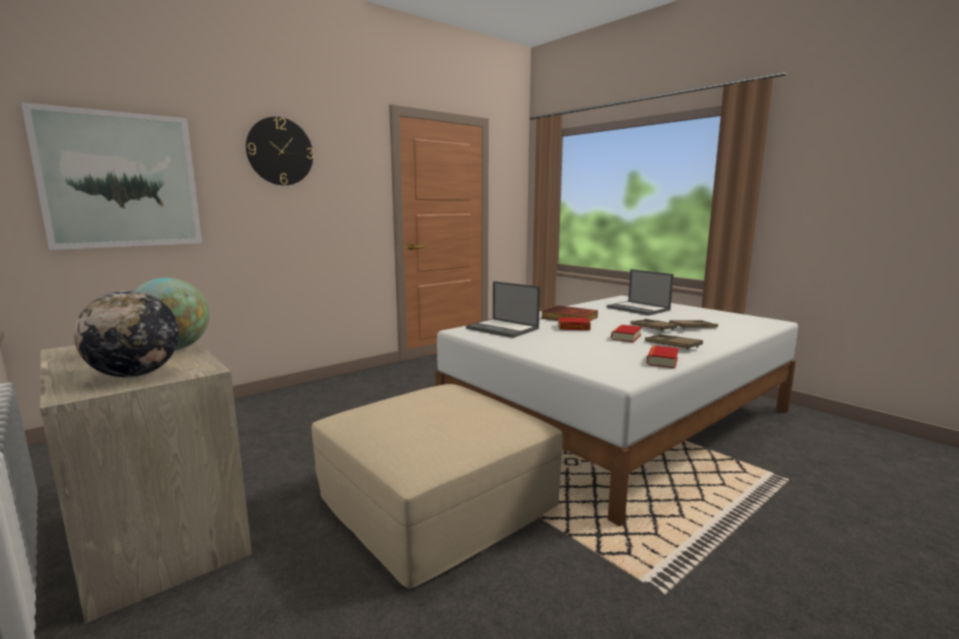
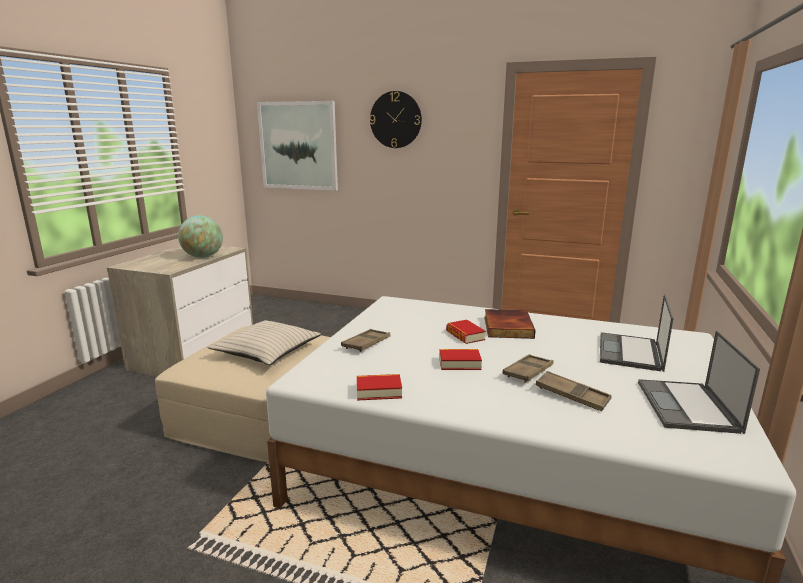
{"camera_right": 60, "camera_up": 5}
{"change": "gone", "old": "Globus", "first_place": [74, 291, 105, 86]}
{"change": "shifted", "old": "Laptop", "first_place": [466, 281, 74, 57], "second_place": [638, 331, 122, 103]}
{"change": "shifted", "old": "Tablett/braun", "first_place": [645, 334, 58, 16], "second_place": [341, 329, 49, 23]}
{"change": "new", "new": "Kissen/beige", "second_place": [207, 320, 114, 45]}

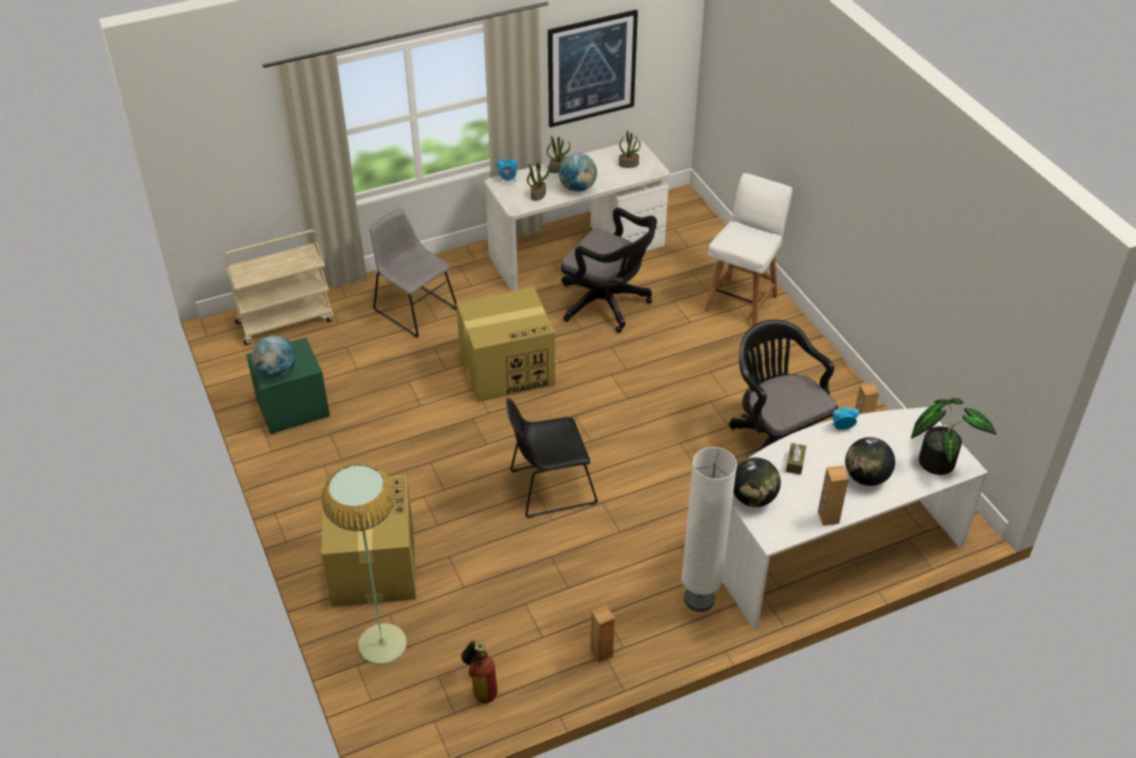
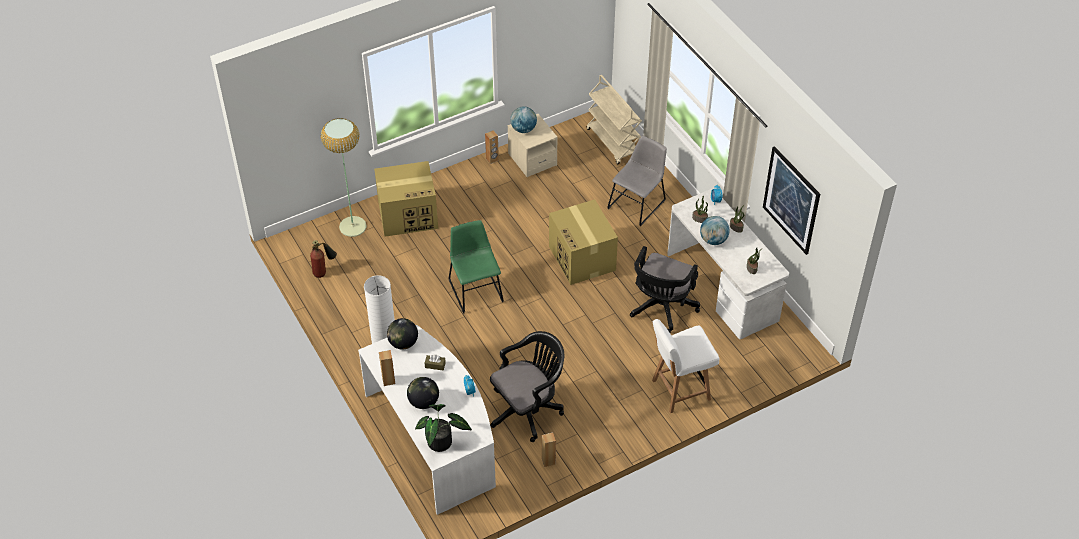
{"camera_right": 85, "camera_up": 5}
{"change": "repainted", "old": "Nachttisch/grün", "new": "Nachttisch/beige", "first_place": [246, 337, 84, 97], "second_place": [508, 114, 50, 63]}
{"change": "repainted", "old": "Stuhl/schwarz", "new": "Stuhl/grün", "first_place": [506, 398, 92, 120], "second_place": [448, 220, 56, 93]}
{"change": "shifted", "old": "Lautsprecher/braun", "first_place": [590, 605, 25, 58], "second_place": [485, 130, 14, 34]}
{"change": "rotated", "old": "Stuhl/weiß", "first_place": [704, 173, 89, 153], "second_place": [652, 319, 68, 94], "degrees": 135}

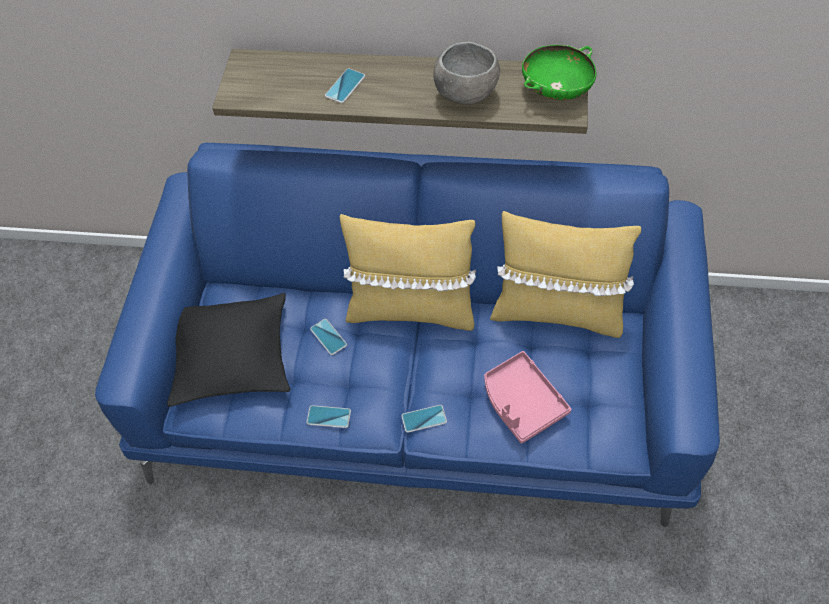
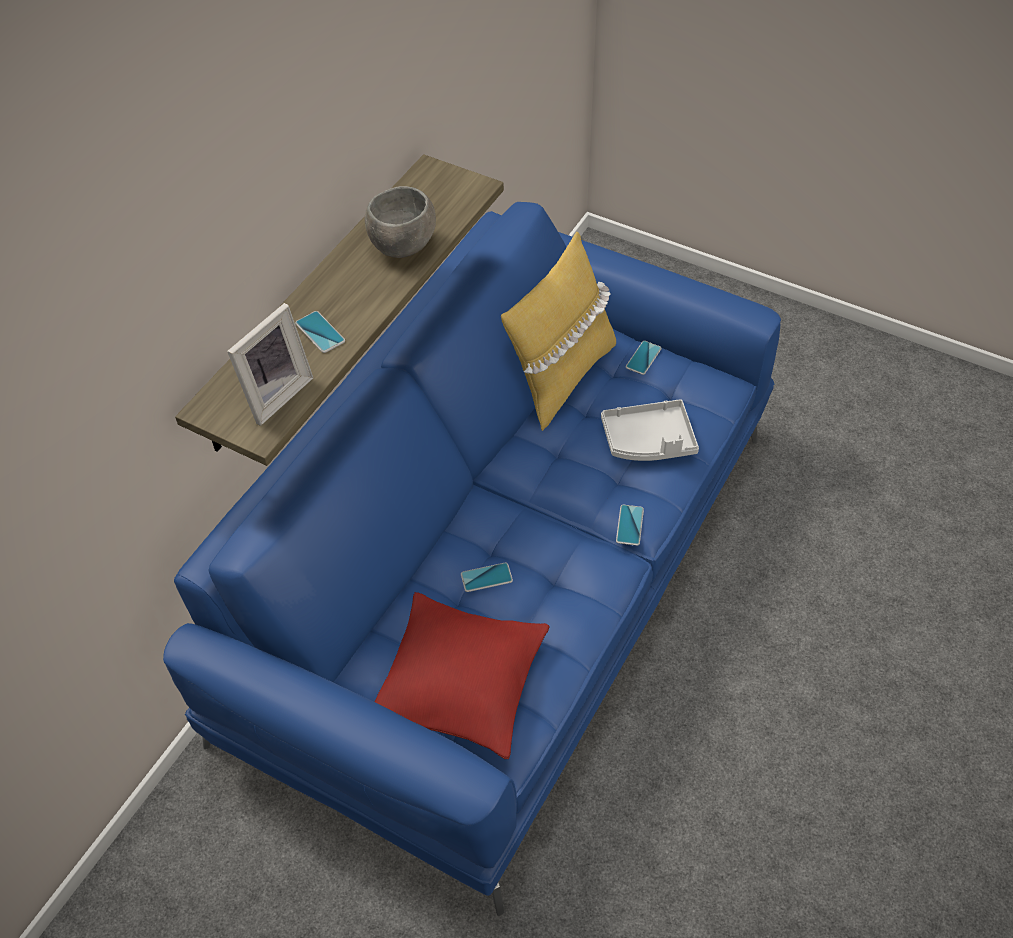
{"camera_right": -70, "camera_up": -5}
{"change": "repainted", "old": "Kissen/schwarz", "new": "Kissen/rot", "first_place": [167, 293, 124, 114], "second_place": [375, 592, 175, 167]}
{"change": "shifted", "old": "Handy", "first_place": [307, 405, 44, 23], "second_place": [626, 341, 36, 34]}
{"change": "gone", "old": "Kissen/gelb", "first_place": [340, 214, 136, 117]}
{"change": "repainted", "old": "Tablett/rosa", "new": "Tablett/grau", "first_place": [484, 351, 87, 93], "second_place": [601, 399, 98, 62]}
{"change": "gone", "old": "Schüssel/grün", "first_place": [522, 45, 74, 55]}
{"change": "new", "new": "Bilderrahmen", "second_place": [227, 303, 86, 123]}

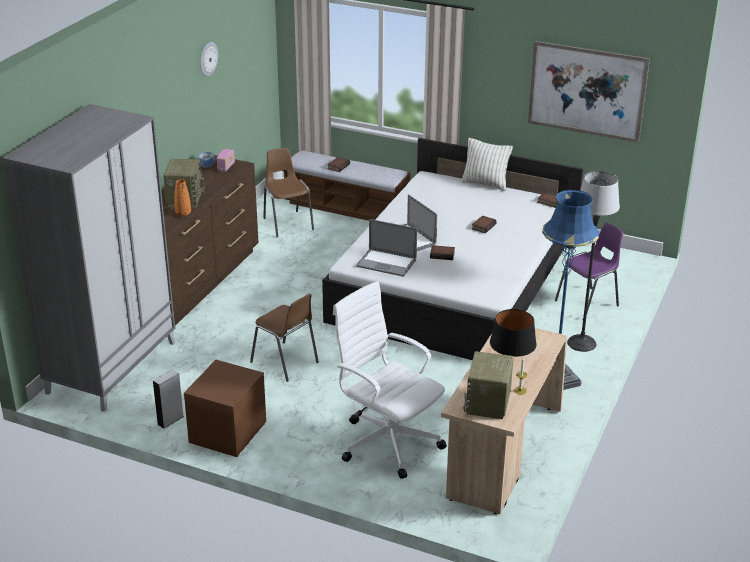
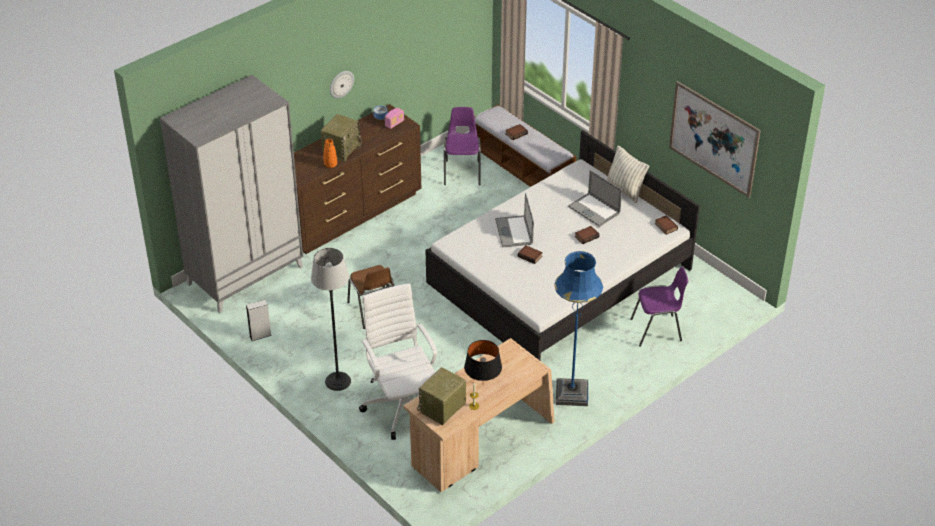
{"camera_right": 25, "camera_up": 10}
{"change": "gone", "old": "Nachttisch/braun", "first_place": [184, 360, 82, 97]}
{"change": "shifted", "old": "Wanduhr", "first_place": [200, 42, 18, 34], "second_place": [330, 71, 24, 27]}
{"change": "repainted", "old": "Stuhl/braun", "new": "Stuhl/lila", "first_place": [263, 148, 51, 89], "second_place": [444, 107, 37, 78]}
{"change": "shifted", "old": "Laptop", "first_place": [356, 219, 61, 58], "second_place": [568, 170, 54, 57]}
{"change": "shifted", "old": "Stehlampe", "first_place": [567, 171, 53, 181], "second_place": [311, 248, 40, 143]}

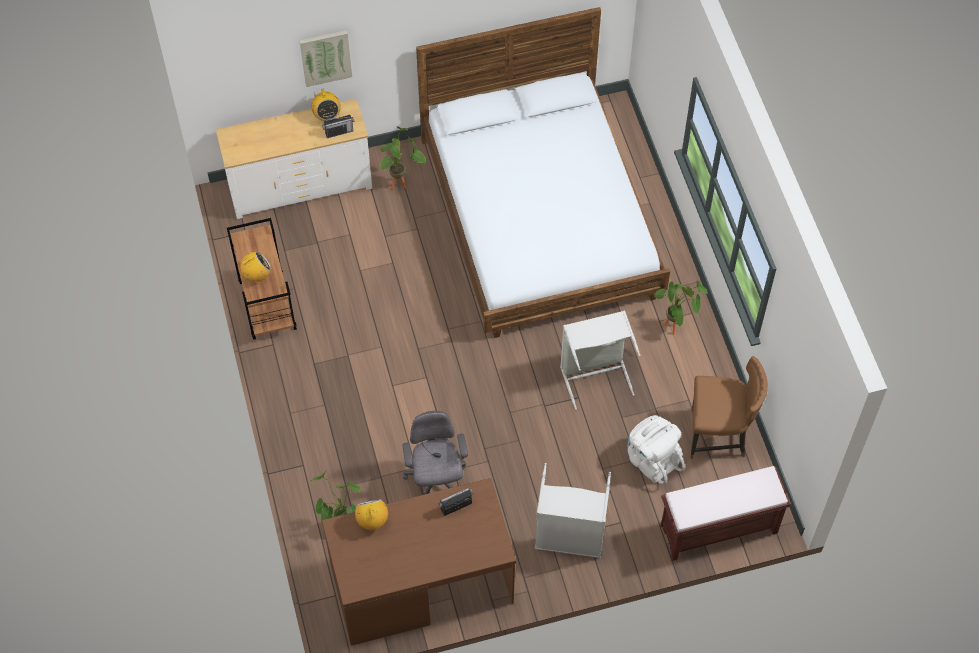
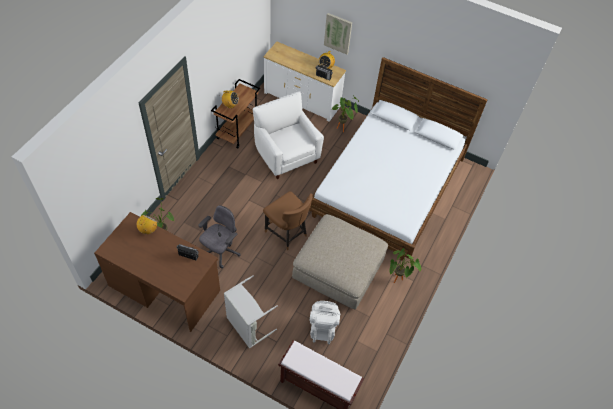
{"camera_right": 40, "camera_up": -5}
{"change": "swapped", "old": "Wäschekorb/grau", "new": "Polsterhocker/beige", "first_place": [560, 311, 80, 99], "second_place": [292, 214, 96, 95]}
{"change": "shifted", "old": "Stuhl/braun", "first_place": [690, 356, 78, 103], "second_place": [263, 191, 50, 59]}
{"change": "new", "new": "Sessel/weiß", "second_place": [253, 91, 71, 88]}

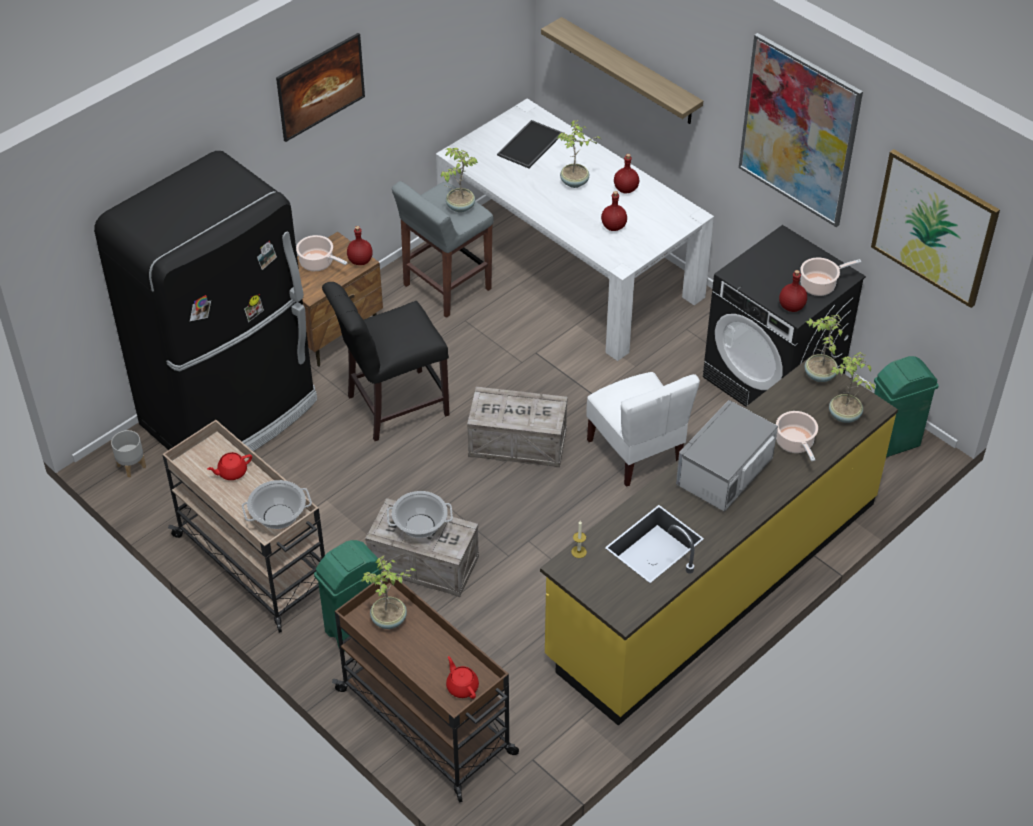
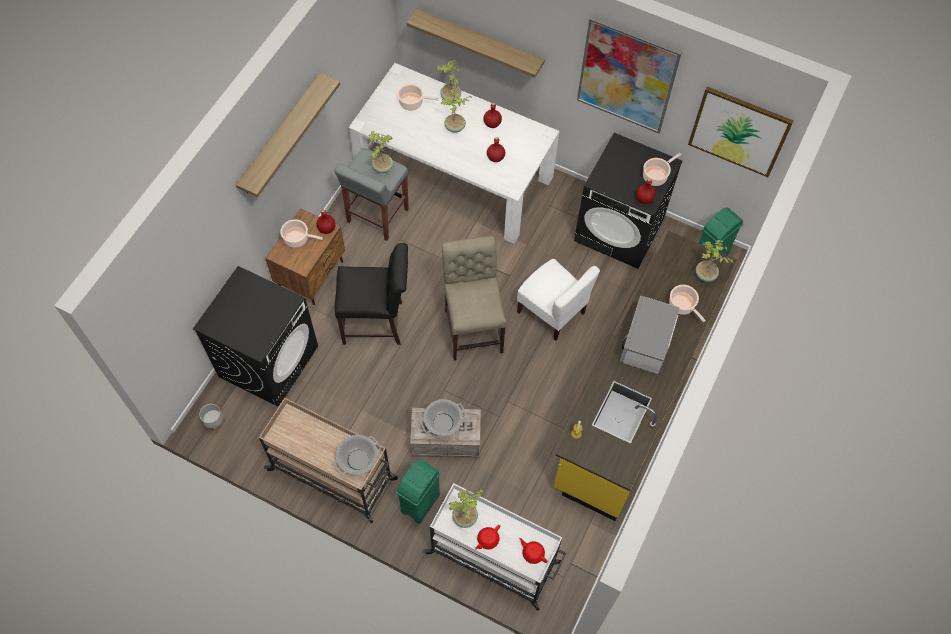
{"camera_right": -20, "camera_up": 15}
{"change": "swapped", "old": "Kühlschrank/schwarz", "new": "Waschmaschine/schwarz", "first_place": [94, 151, 223, 300], "second_place": [193, 266, 125, 141]}
{"change": "shifted", "old": "Teekanne/rot", "first_place": [207, 452, 45, 28], "second_place": [475, 525, 26, 25]}
{"change": "swapped", "old": "Bild", "new": "Wandregal", "first_place": [276, 33, 89, 109], "second_place": [236, 73, 104, 124]}
{"change": "rotated", "old": "Stuhl/schwarz", "first_place": [322, 282, 127, 159], "second_place": [335, 243, 73, 102], "degrees": -135}
{"change": "repainted", "old": "Rollwagen/braun", "new": "Rollwagen/weiß", "first_place": [332, 575, 187, 227], "second_place": [424, 483, 142, 128]}
{"change": "swapped", "old": "Kiste", "new": "Stuhl/beige", "first_place": [467, 387, 101, 81], "second_place": [442, 236, 65, 124]}
{"change": "swapped", "old": "Tablett", "new": "Kochtopf", "first_place": [497, 120, 66, 48], "second_place": [398, 84, 41, 27]}
{"change": "shifted", "old": "Topfpflanze", "first_place": [805, 315, 38, 67], "second_place": [436, 60, 25, 41]}

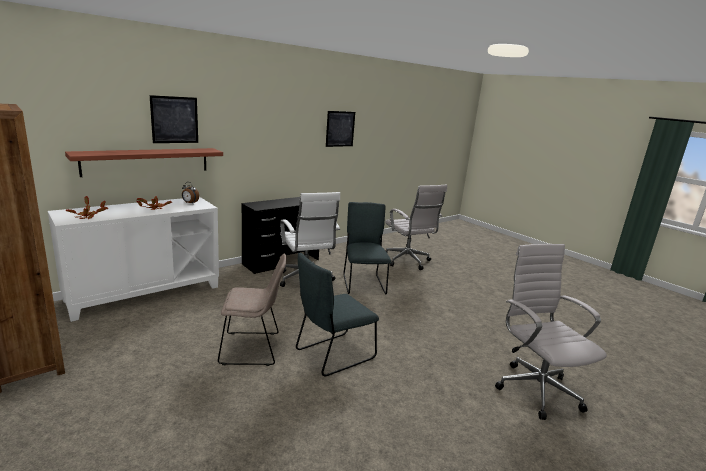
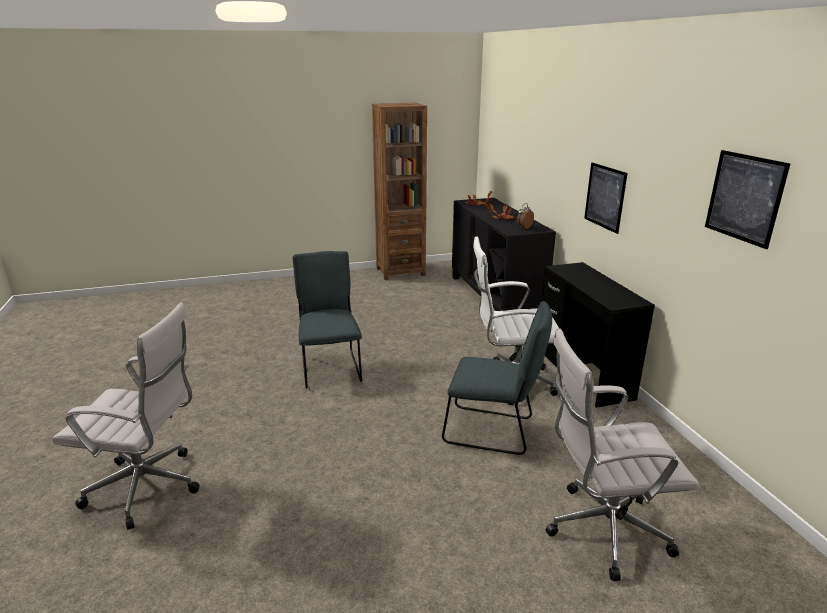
{"camera_right": 115, "camera_up": 5}
{"change": "repainted", "old": "Schrank/weiß", "new": "Schrank/schwarz", "first_place": [48, 197, 171, 125], "second_place": [452, 198, 104, 113]}
{"change": "gone", "old": "Wandregal", "first_place": [65, 148, 158, 29]}
{"change": "shifted", "old": "Bild", "first_place": [150, 95, 48, 48], "second_place": [584, 163, 43, 71]}
{"change": "gone", "old": "Stuhl/beige", "first_place": [218, 254, 69, 112]}

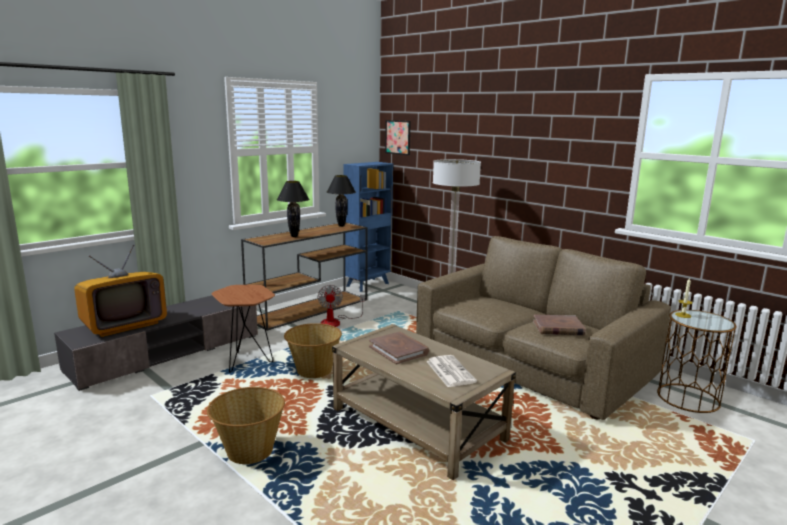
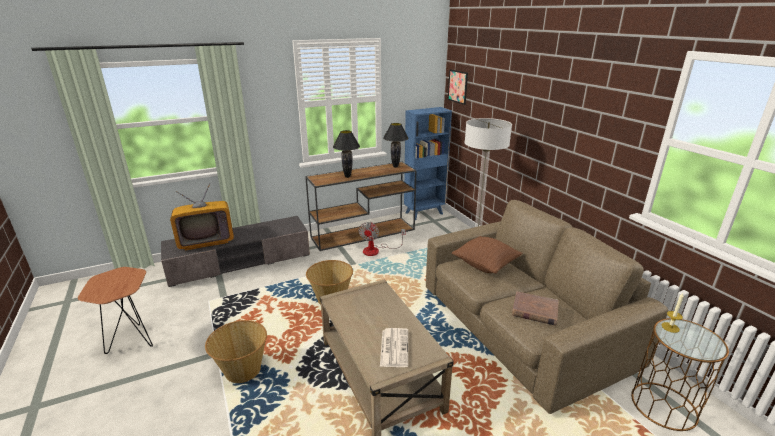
{"camera_right": 20, "camera_up": 10}
{"change": "shifted", "old": "Beistelltisch/braun", "first_place": [212, 284, 63, 89], "second_place": [78, 267, 75, 87]}
{"change": "gone", "old": "Buch/braun", "first_place": [369, 332, 60, 33]}
{"change": "new", "new": "Kissen/braun", "second_place": [452, 236, 70, 38]}

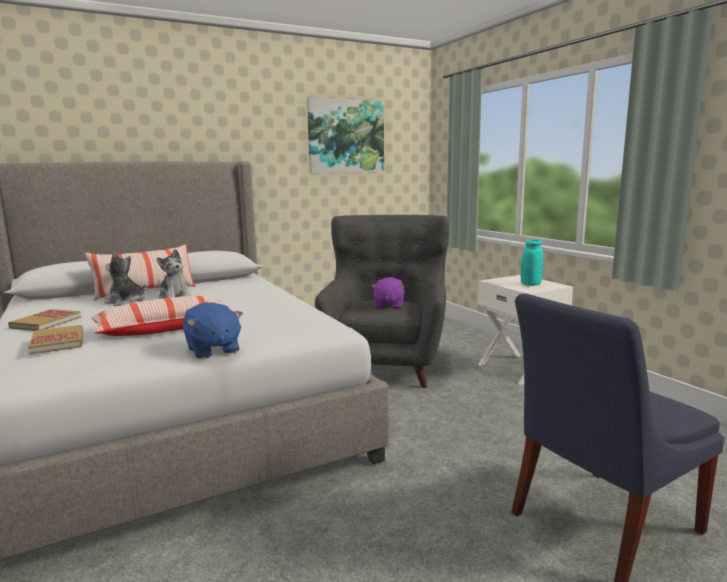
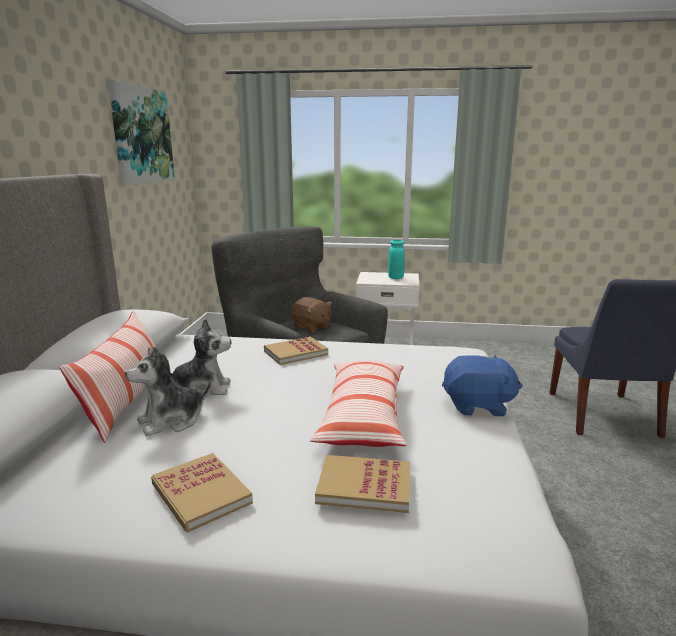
{"camera_right": -55, "camera_up": 5}
{"change": "repainted", "old": "Plüschtier/lila", "new": "Plüschtier/braun", "first_place": [372, 277, 33, 32], "second_place": [291, 297, 41, 35]}
{"change": "new", "new": "Buch", "second_place": [264, 337, 64, 28]}

